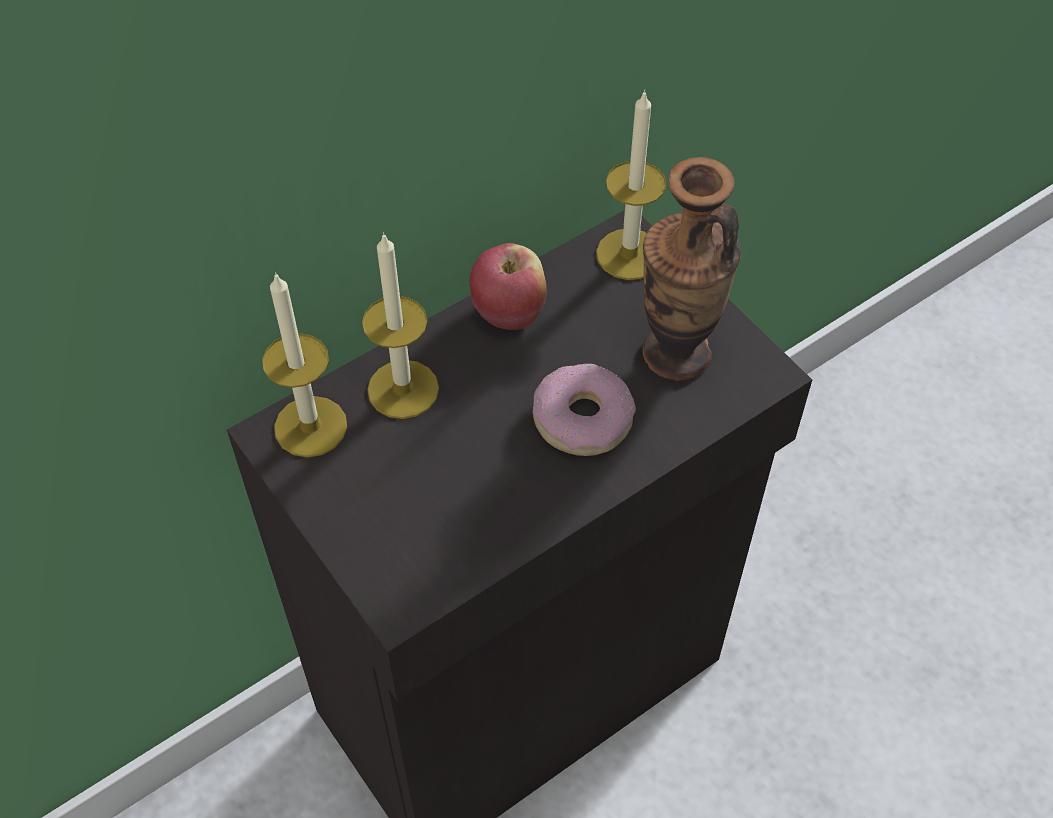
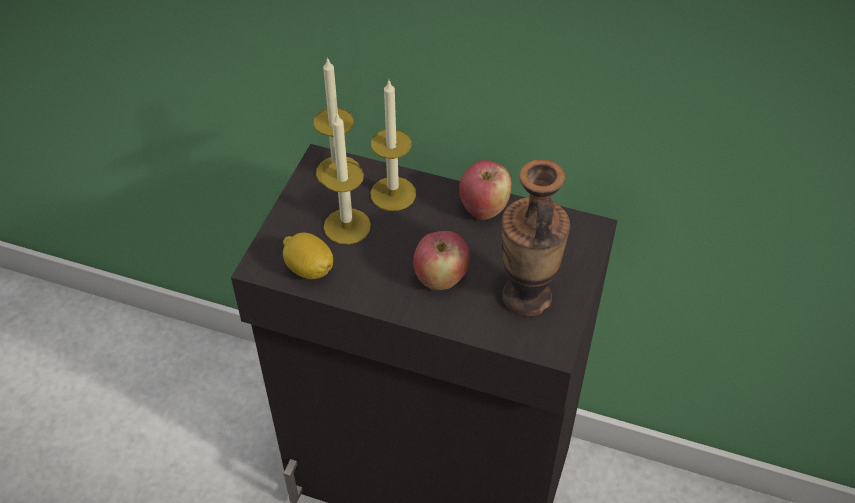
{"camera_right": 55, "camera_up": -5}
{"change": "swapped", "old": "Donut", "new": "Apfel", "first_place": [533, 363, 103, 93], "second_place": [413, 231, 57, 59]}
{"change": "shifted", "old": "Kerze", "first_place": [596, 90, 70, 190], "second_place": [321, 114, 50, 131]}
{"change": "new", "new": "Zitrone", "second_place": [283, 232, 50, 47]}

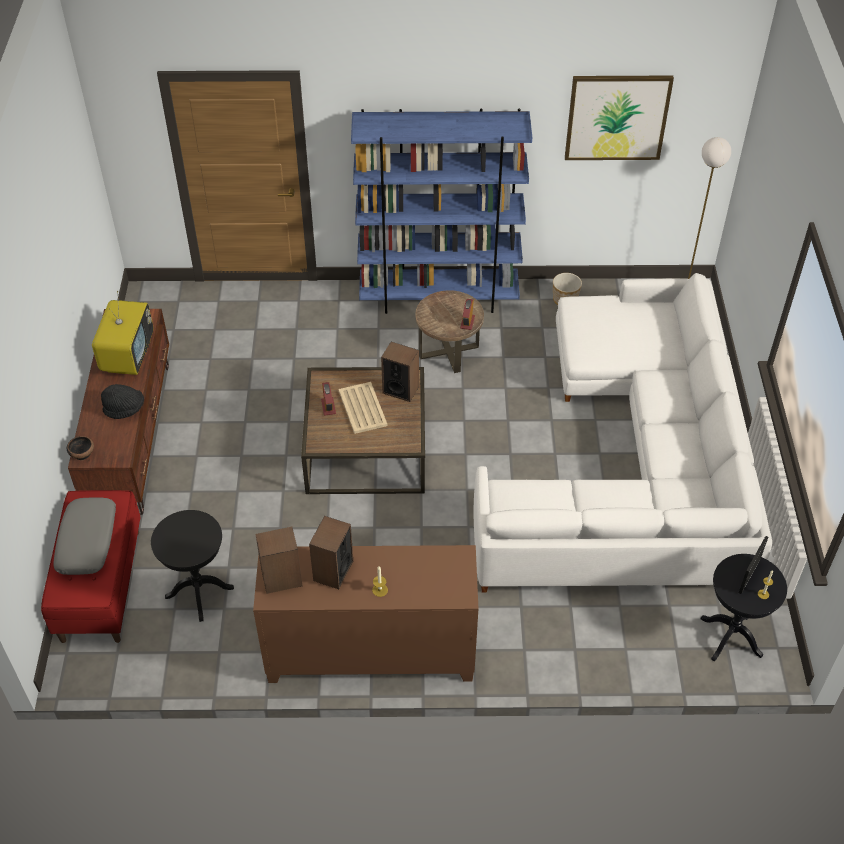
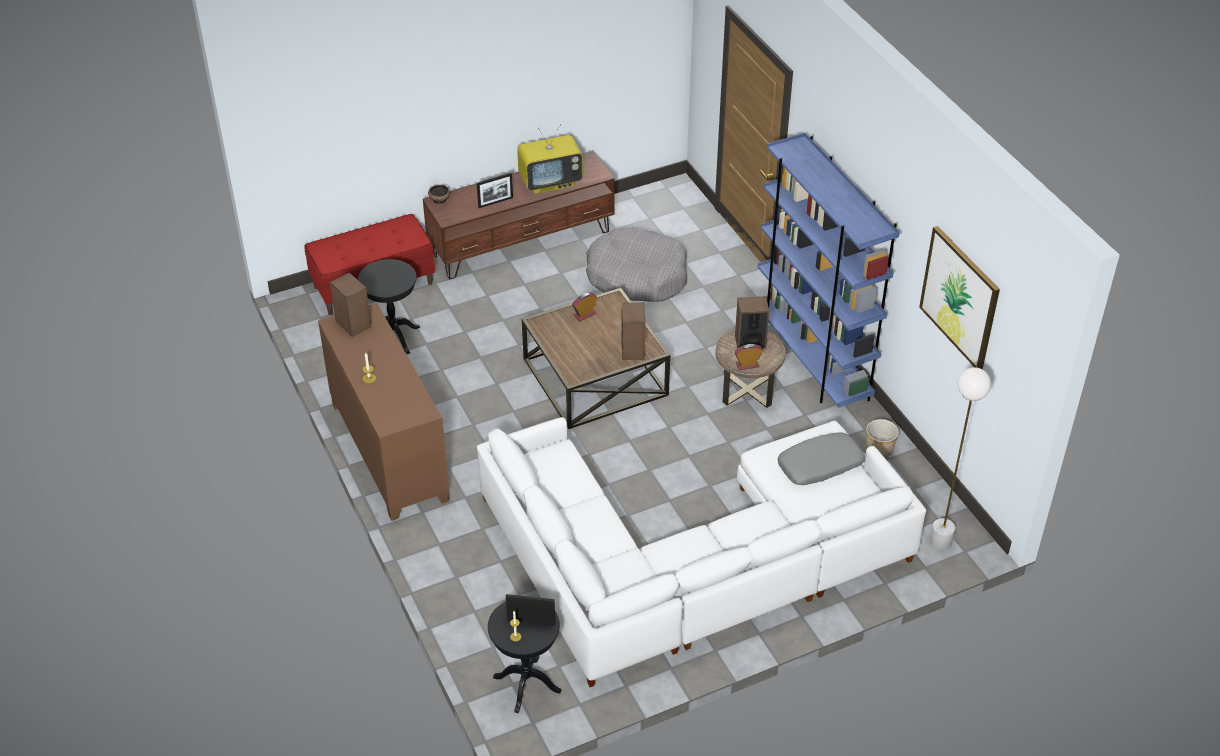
{"camera_right": 65, "camera_up": -5}
{"change": "shifted", "old": "Kissen/grau", "first_place": [53, 497, 63, 78], "second_place": [777, 432, 88, 53]}
{"change": "swapped", "old": "Hut/schwarz", "new": "Bilderrahmen", "first_place": [101, 384, 43, 35], "second_place": [477, 173, 36, 35]}
{"change": "shifted", "old": "Lautsprecher", "first_place": [309, 516, 44, 73], "second_place": [735, 297, 34, 52]}
{"change": "gone", "old": "Tablett/beige", "first_place": [339, 382, 48, 52]}
{"change": "new", "new": "Hundebett/grau", "second_place": [586, 227, 101, 75]}

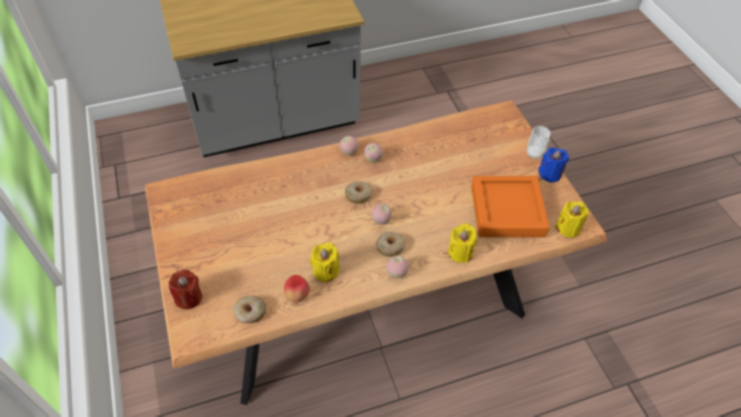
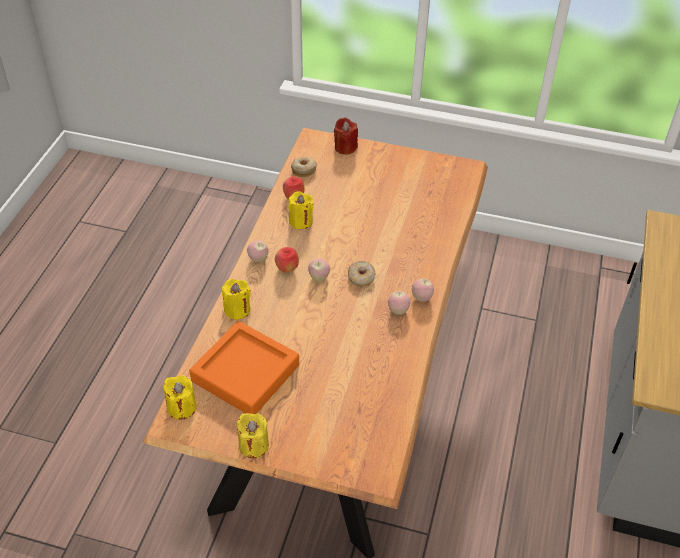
{"camera_right": 125, "camera_up": -5}
{"change": "swapped", "old": "Donut", "new": "Apfel", "first_place": [376, 232, 29, 25], "second_place": [275, 247, 24, 26]}
{"change": "gone", "old": "Tasse", "first_place": [527, 126, 23, 34]}
{"change": "repainted", "old": "Kerze/blau", "new": "Kerze/gelb", "first_place": [538, 147, 31, 36], "second_place": [236, 413, 33, 45]}

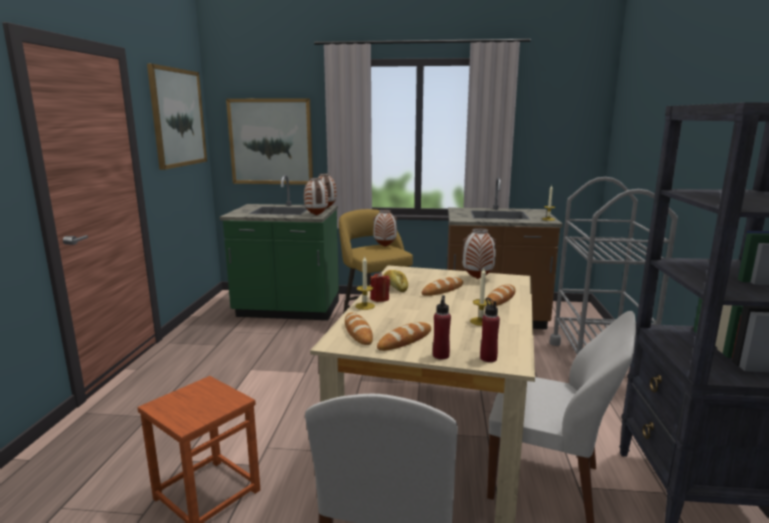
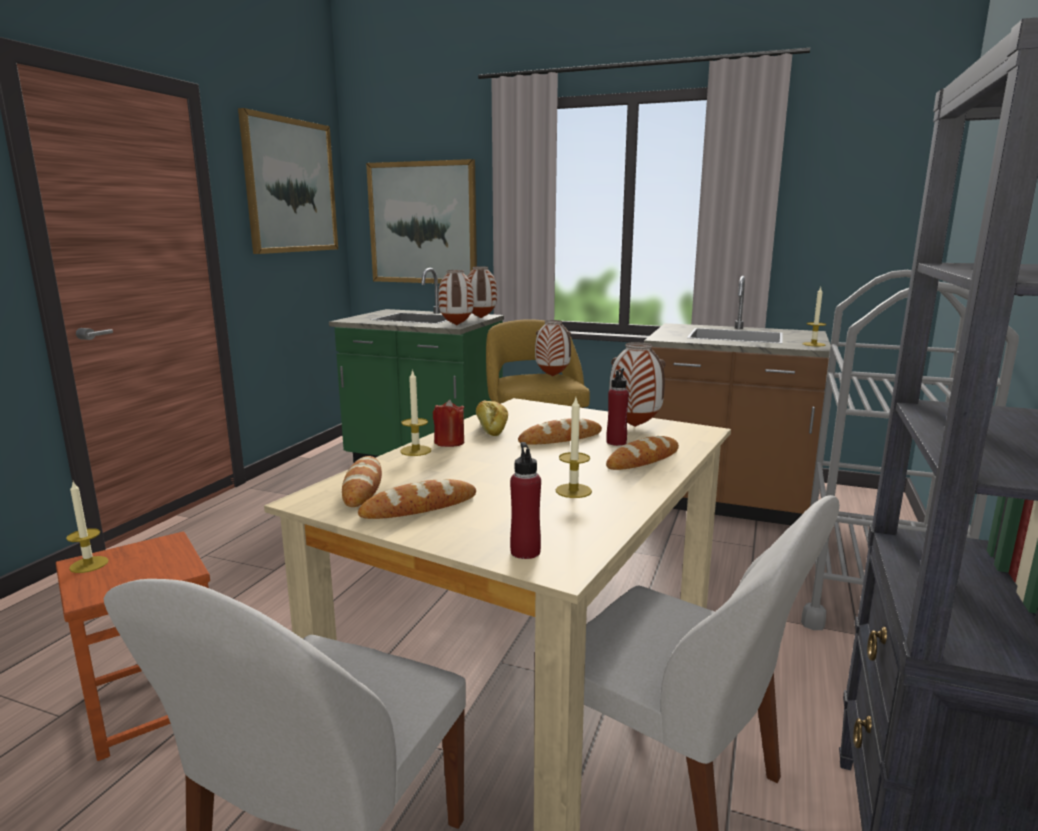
{"camera_right": 15, "camera_up": 0}
{"change": "shifted", "old": "Flasche/rot", "first_place": [433, 295, 18, 65], "second_place": [606, 368, 23, 78]}
{"change": "new", "new": "Kerze", "second_place": [66, 482, 42, 91]}

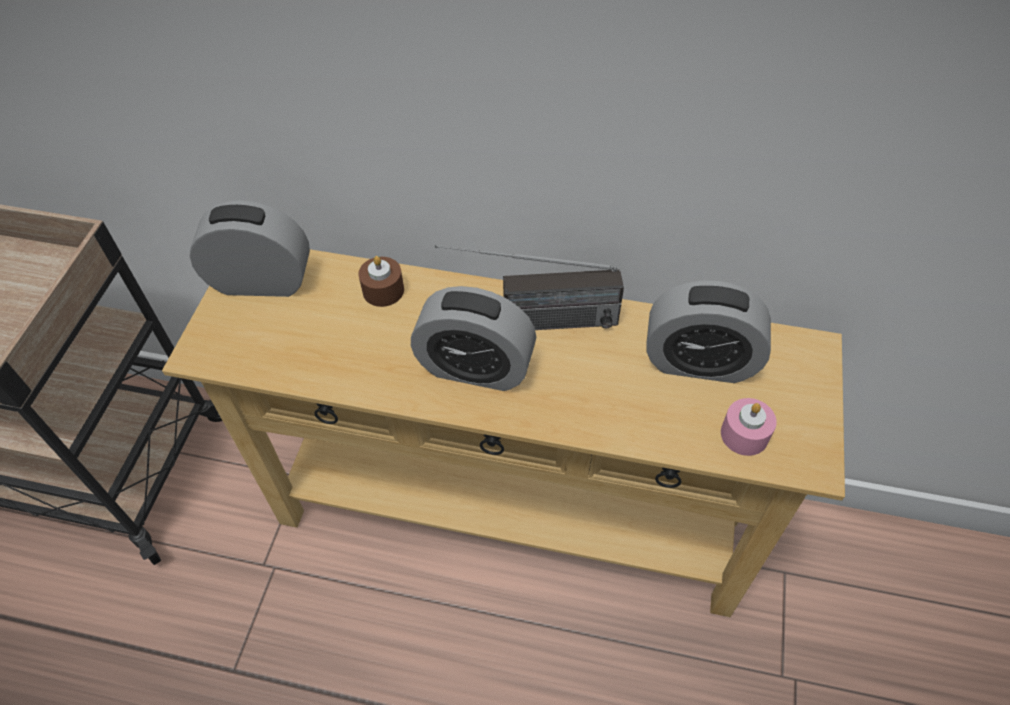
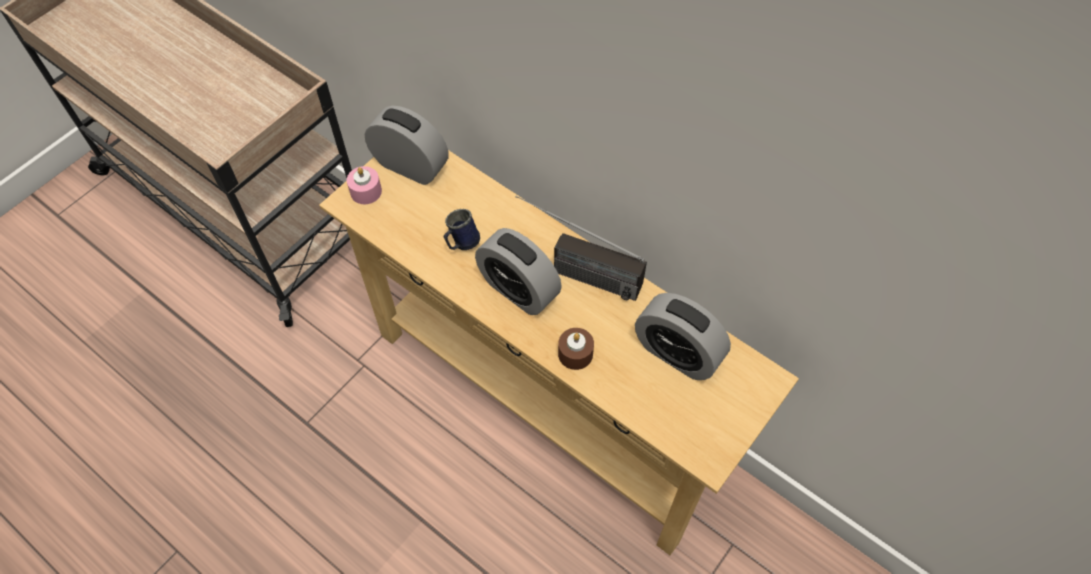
{"camera_right": 25, "camera_up": 5}
{"change": "shifted", "old": "Kerze/braun", "first_place": [358, 256, 46, 51], "second_place": [558, 328, 36, 42]}
{"change": "shifted", "old": "Kerze/rosa", "first_place": [721, 398, 56, 58], "second_place": [347, 166, 35, 38]}
{"change": "new", "new": "Henkelbecher/blau", "second_place": [444, 209, 36, 41]}

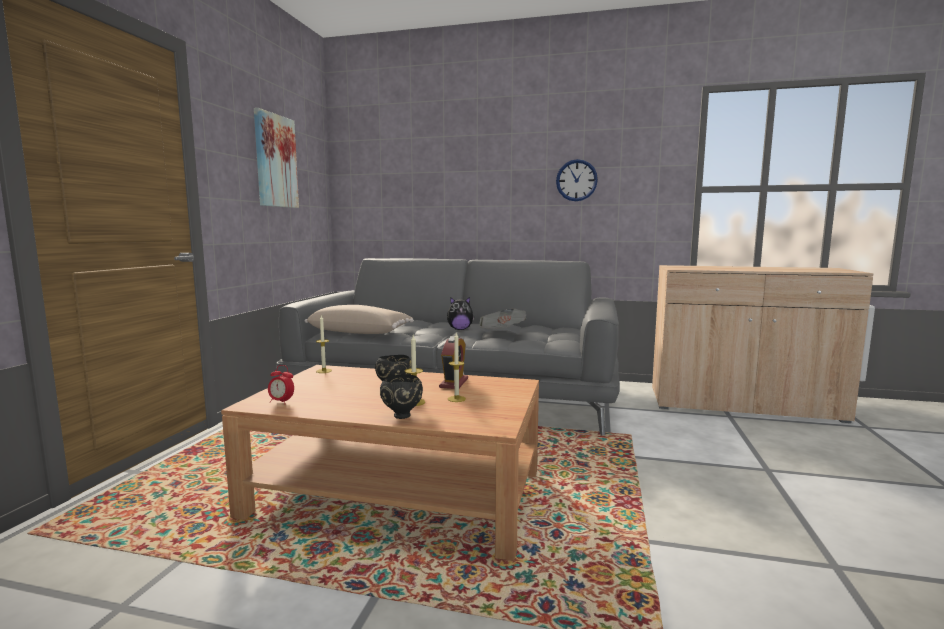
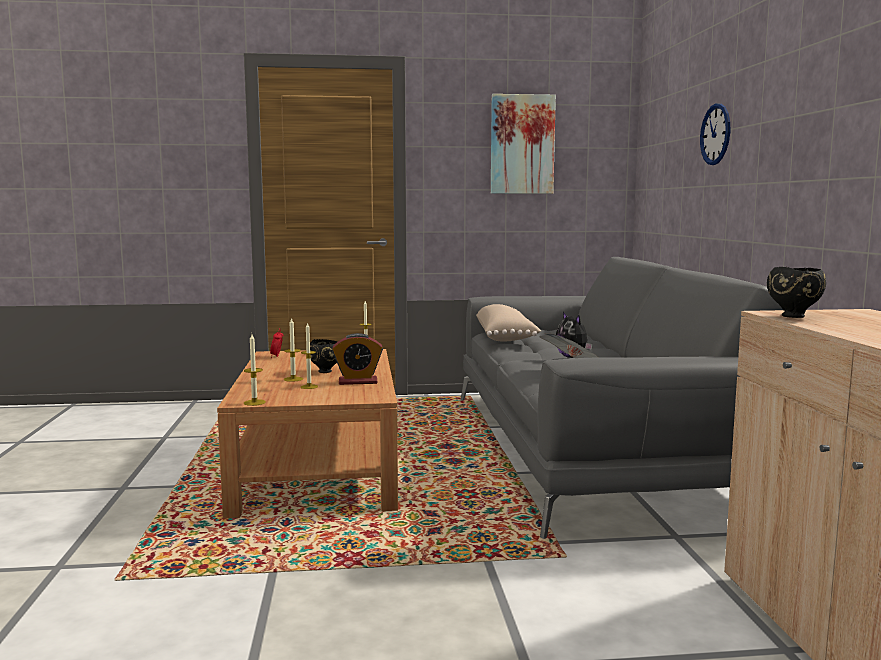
{"camera_right": 70, "camera_up": 0}
{"change": "shifted", "old": "Schüssel/schwarz", "first_place": [380, 374, 43, 45], "second_place": [767, 267, 59, 51]}
{"change": "shifted", "old": "Wanduhr", "first_place": [556, 159, 42, 42], "second_place": [700, 103, 30, 62]}
{"change": "new", "new": "Kerze", "second_place": [244, 334, 22, 72]}

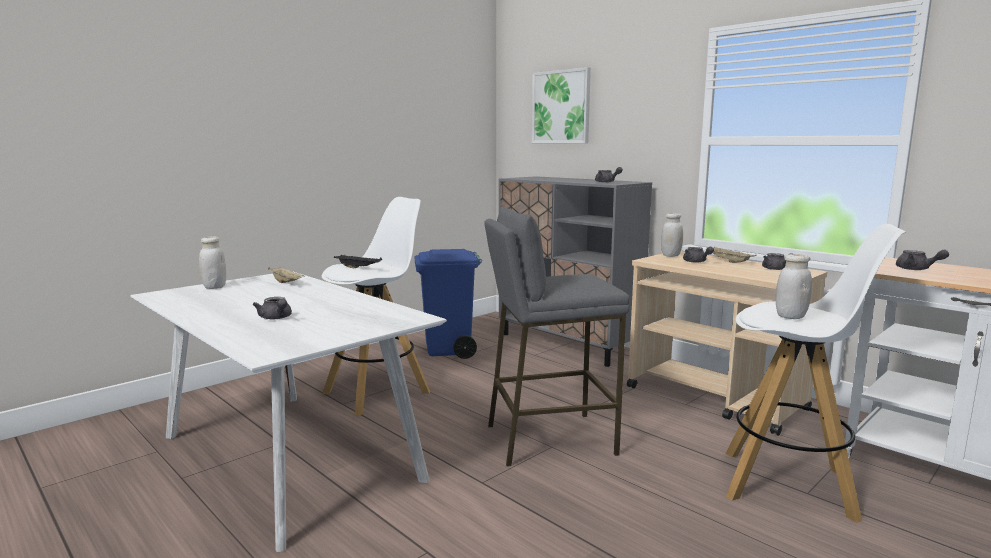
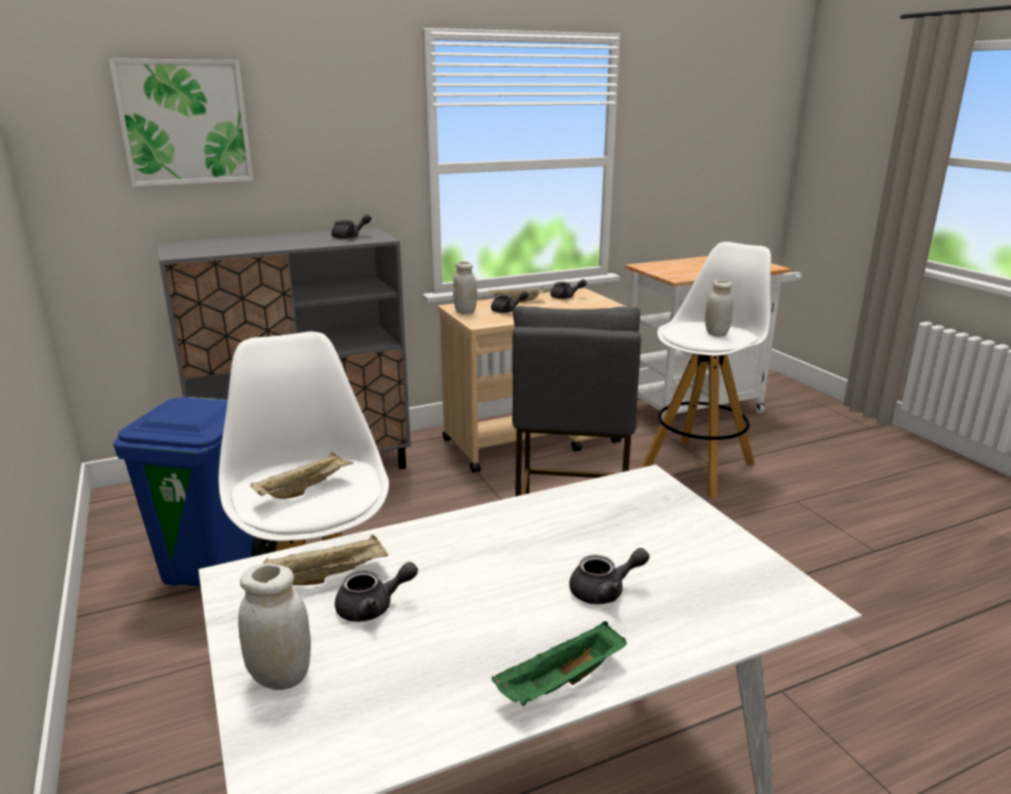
{"camera_right": -70, "camera_up": 10}
{"change": "repainted", "old": "Tablett/schwarz", "new": "Tablett/beige", "first_place": [334, 255, 48, 13], "second_place": [251, 452, 102, 47]}
{"change": "shifted", "old": "Teekanne/grau", "first_place": [896, 250, 53, 20], "second_place": [335, 562, 83, 60]}
{"change": "new", "new": "Tablett/grün", "second_place": [492, 621, 135, 85]}

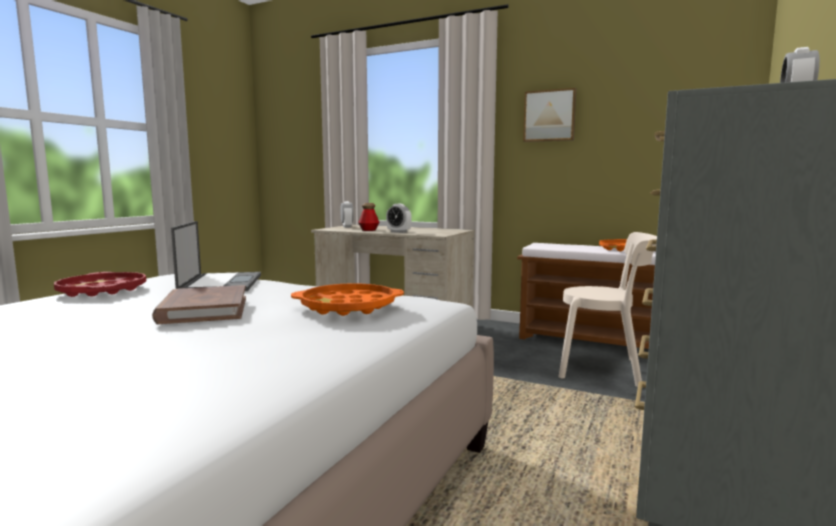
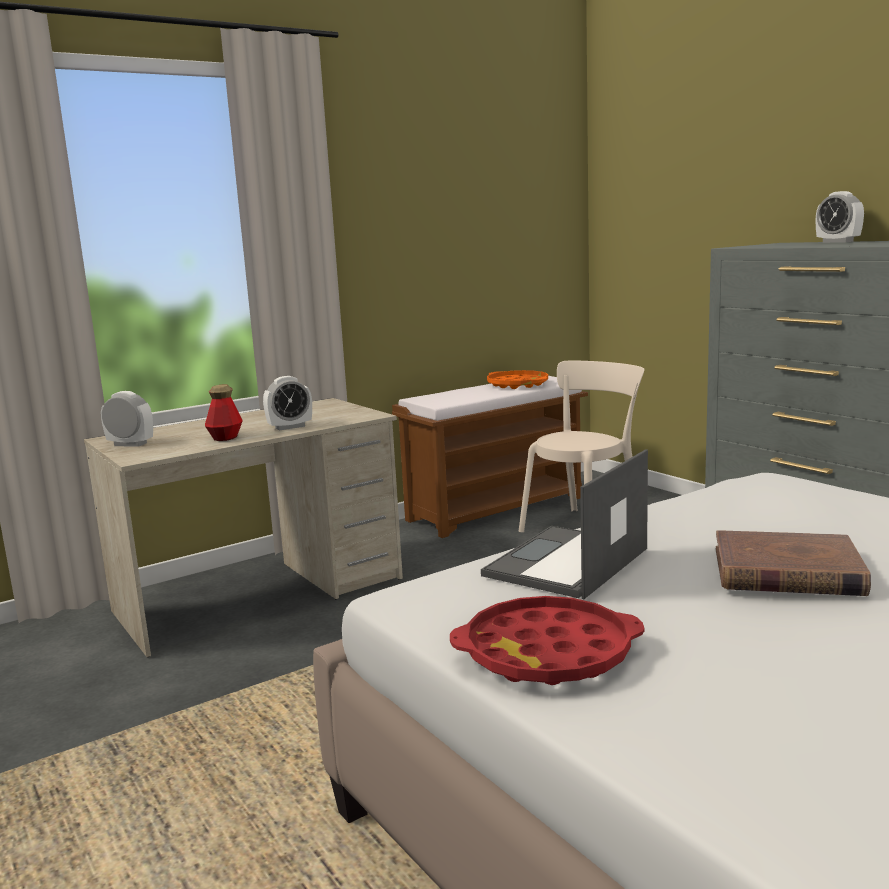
{"camera_right": -60, "camera_up": 5}
{"change": "rotated", "old": "Laptop", "first_place": [171, 221, 90, 70], "second_place": [481, 449, 167, 150], "degrees": -75}
{"change": "gone", "old": "Tablett/orange", "first_place": [291, 283, 113, 33]}
{"change": "gone", "old": "Bild", "first_place": [523, 88, 53, 54]}

